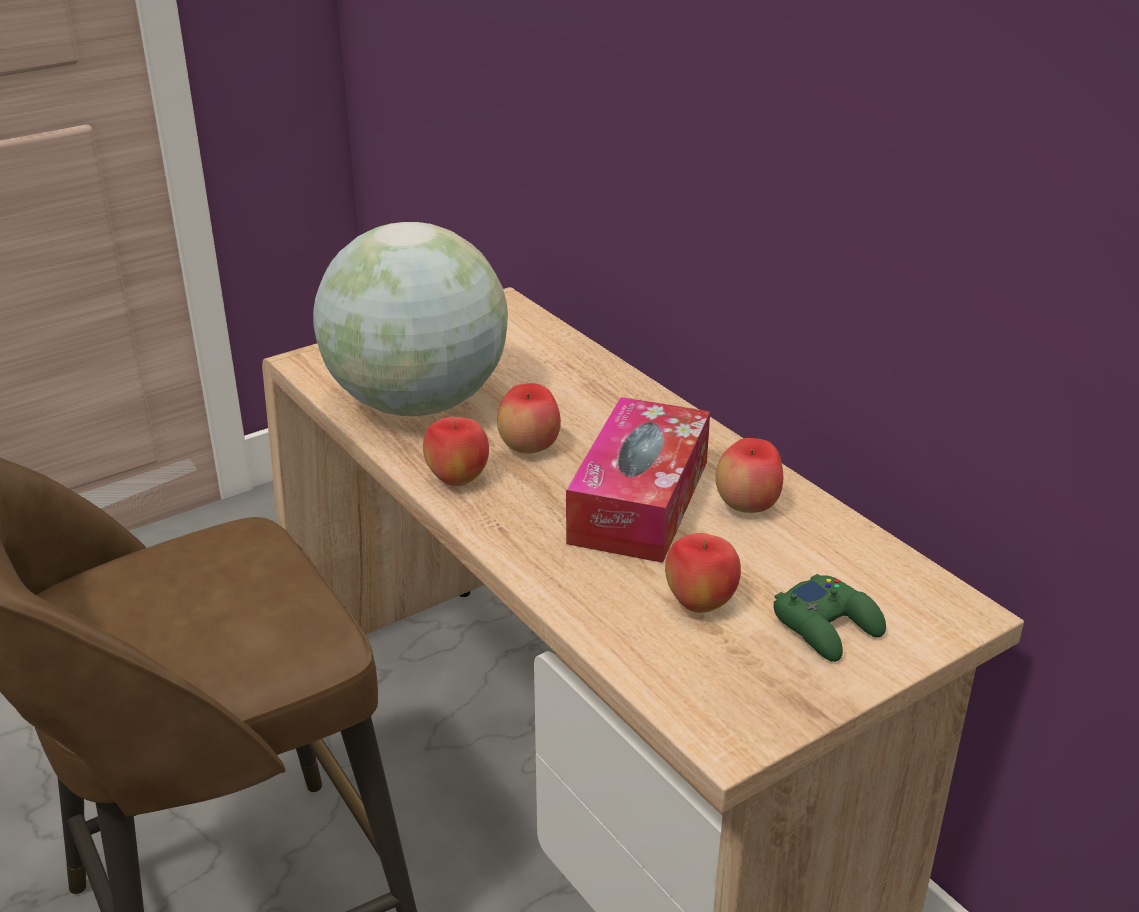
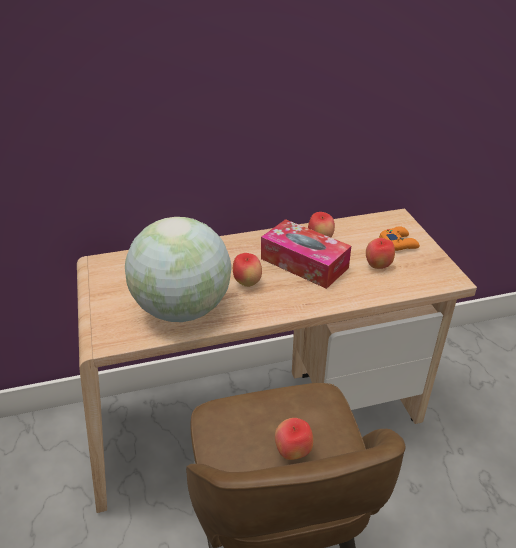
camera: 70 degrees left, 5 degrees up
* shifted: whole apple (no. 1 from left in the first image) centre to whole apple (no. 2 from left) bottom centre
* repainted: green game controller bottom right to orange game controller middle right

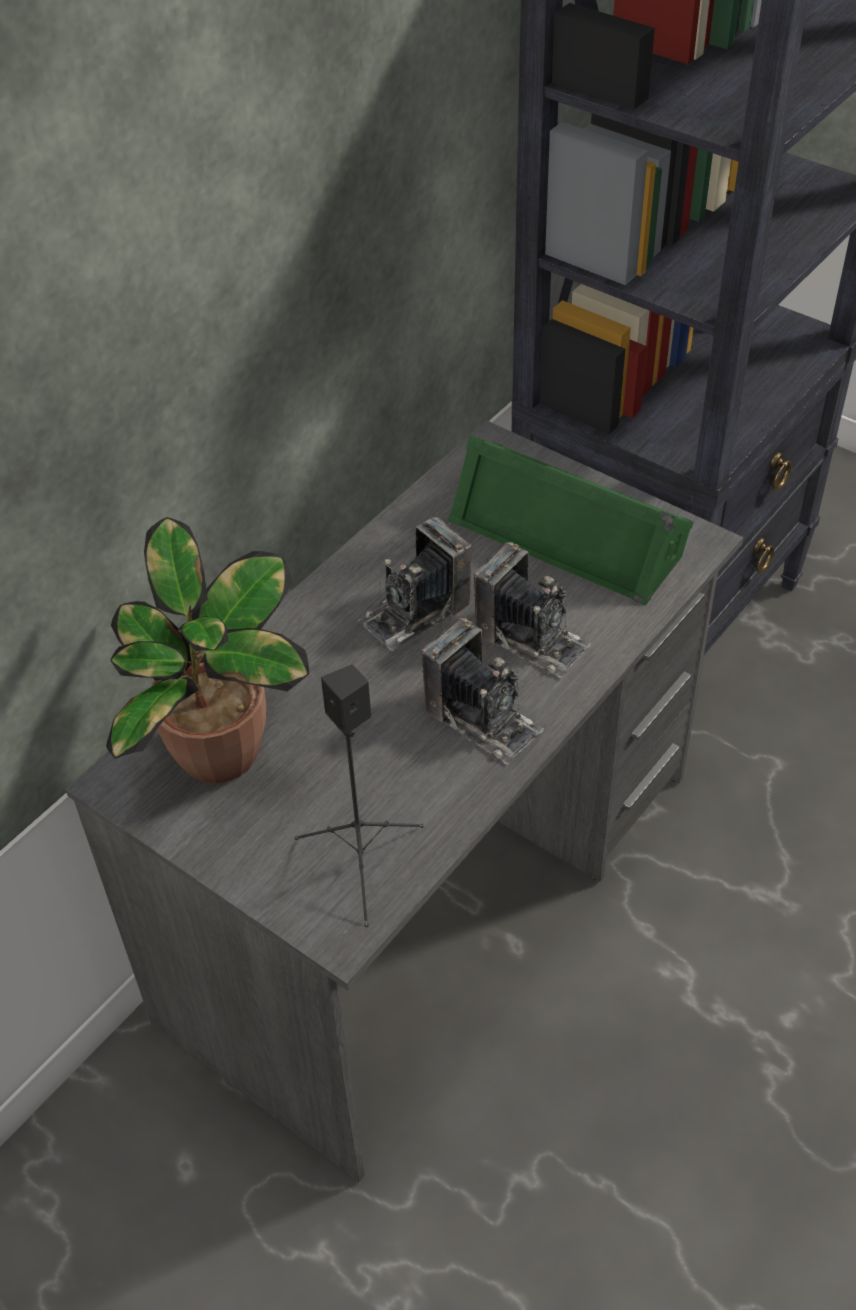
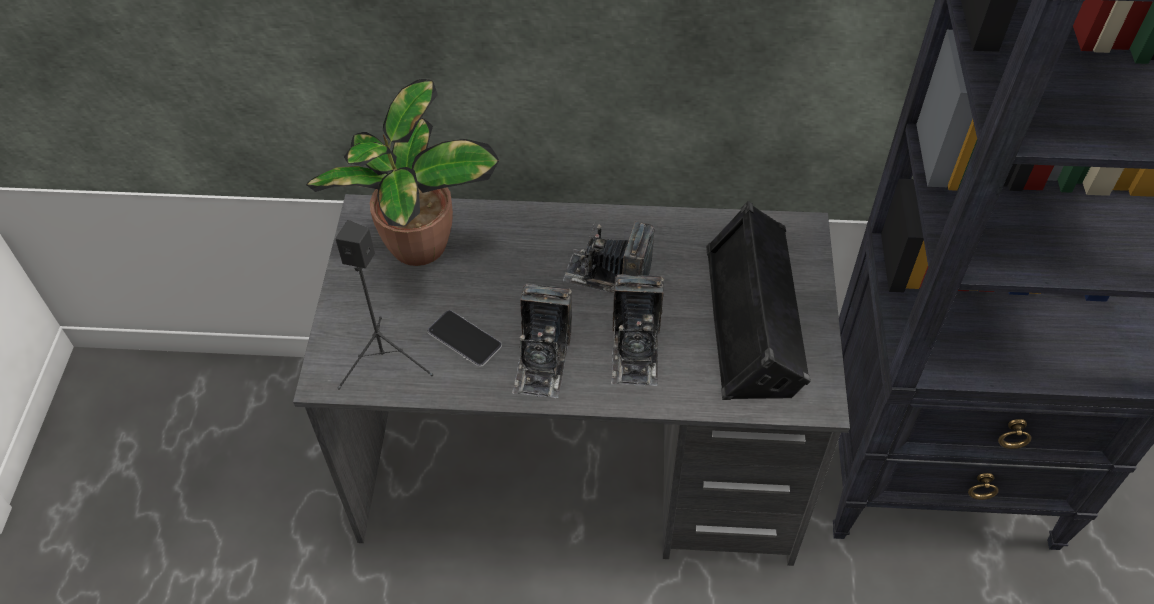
camera: 55 degrees right, 5 degrees up
* new: phone centre
* repainted: green loudspeaker middle right to black-coloured loudspeaker (no. 2 from left) centre

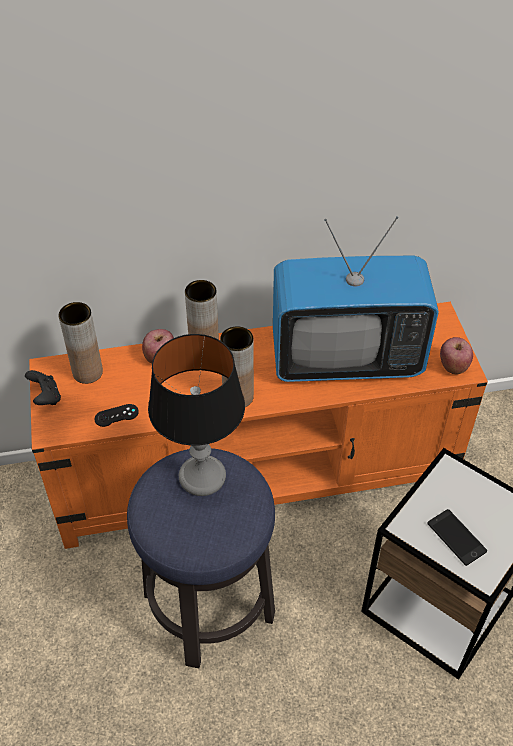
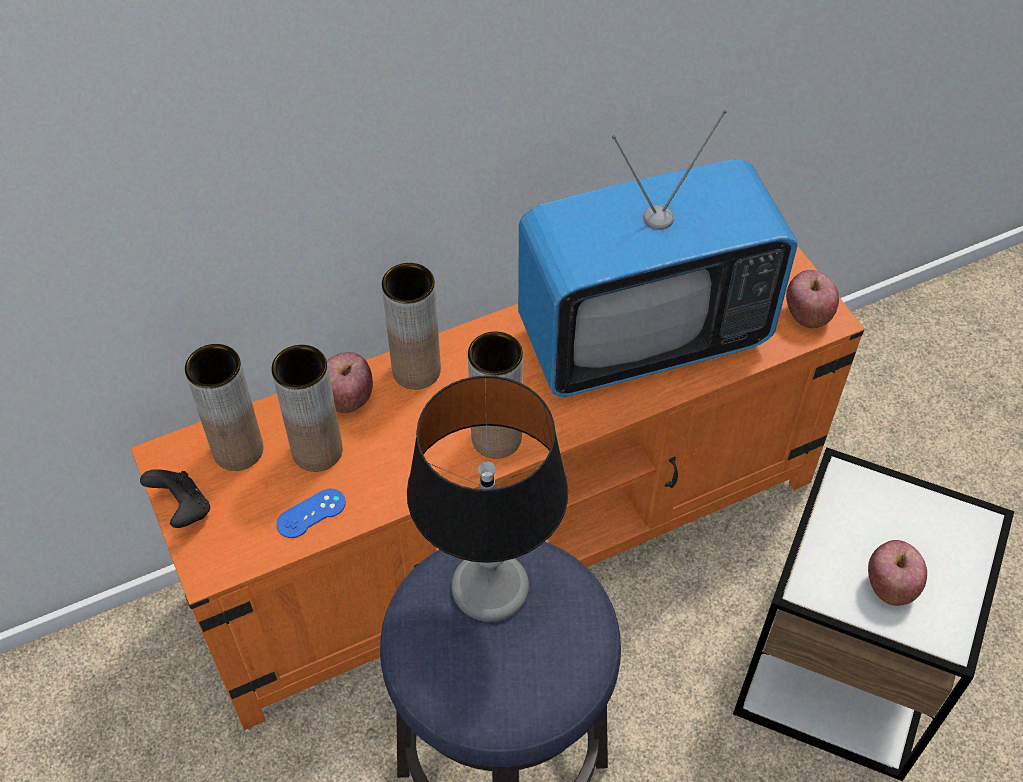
camera: 15 degrees left, 5 degrees up
* new: brownish decorative vase (no. 2 from left) middle left
* repainted: black-coloured game controller (no. 2 from left) middle left to bluish game controller middle left
* swapped: phone bottom right to whole apple (no. 3 from left) bottom right

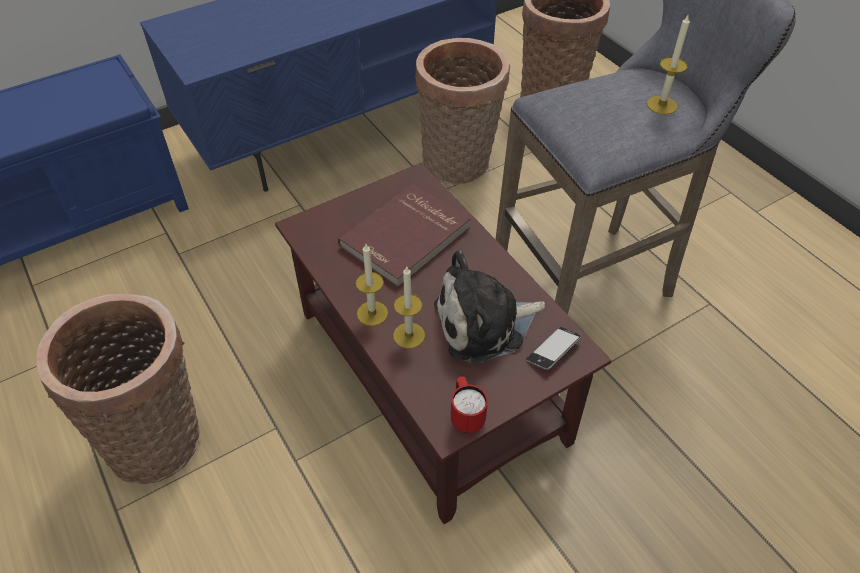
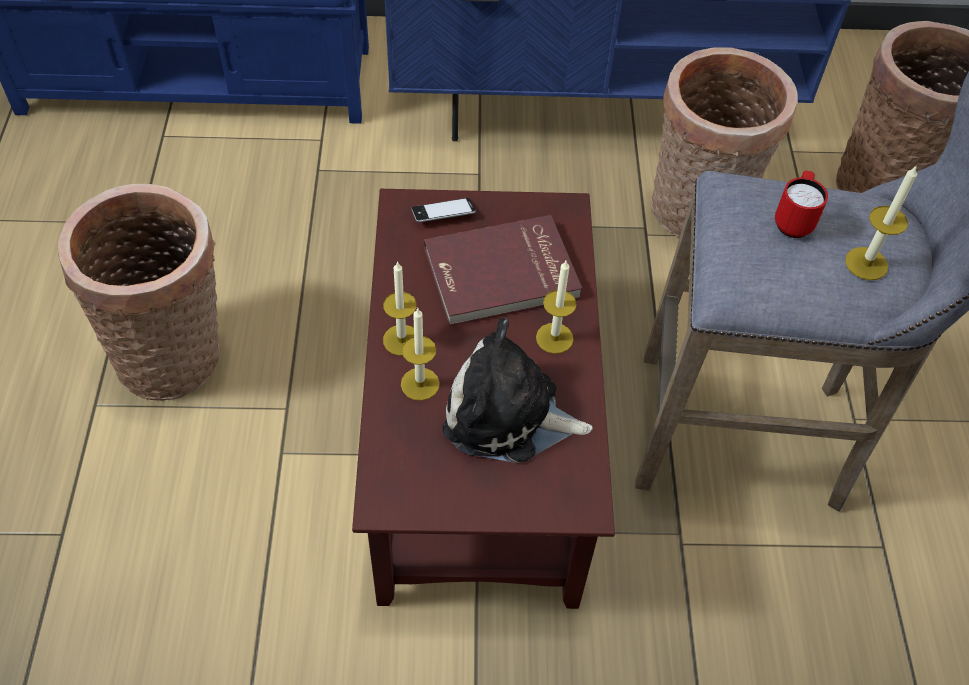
camera: 30 degrees right, 5 degrees up
* shifted: phone centre to top centre
* new: wax candle (no. 3 from left) centre
* shifted: red mug bottom centre to top right

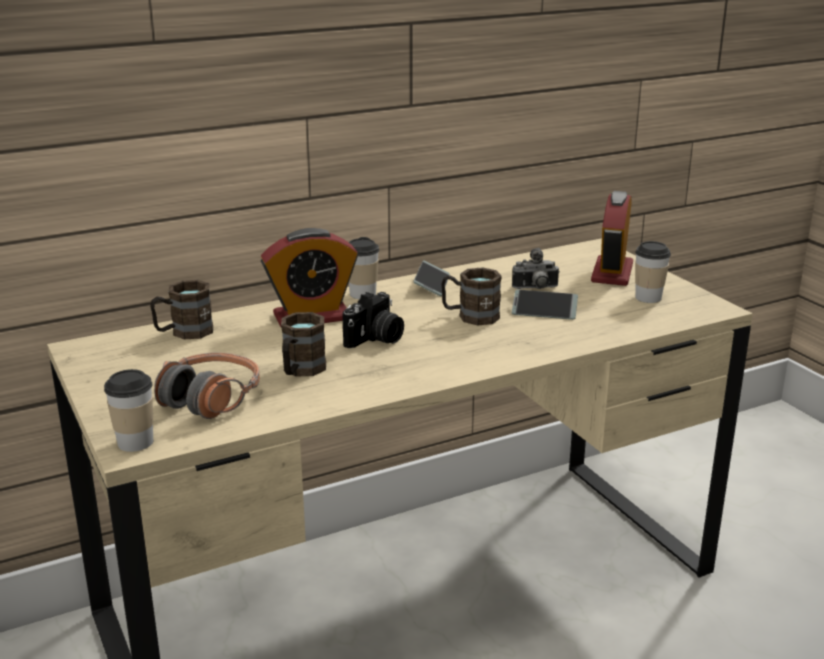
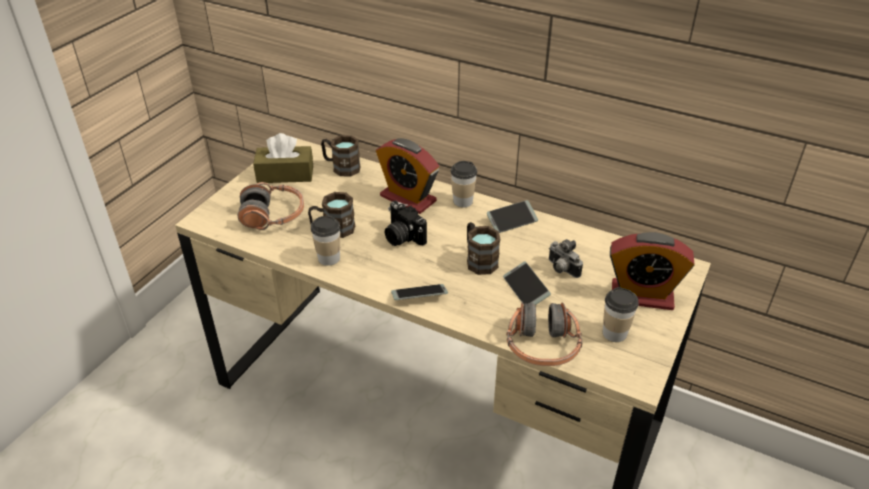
camera: 55 degrees right, 15 degrees up
* new: brownish tissue box top left
* shifted: small cup (no. 1 from left) middle left to centre
* rotated: photo camera (no. 1 from left) centre = centre 45 degrees clockwise
* new: phone (no. 1 from left) centre
* new: pair of headphones (no. 2 from left) bottom centre
* rotated: bedside clock (no. 2 from left) middle right = middle right 150 degrees counterclockwise

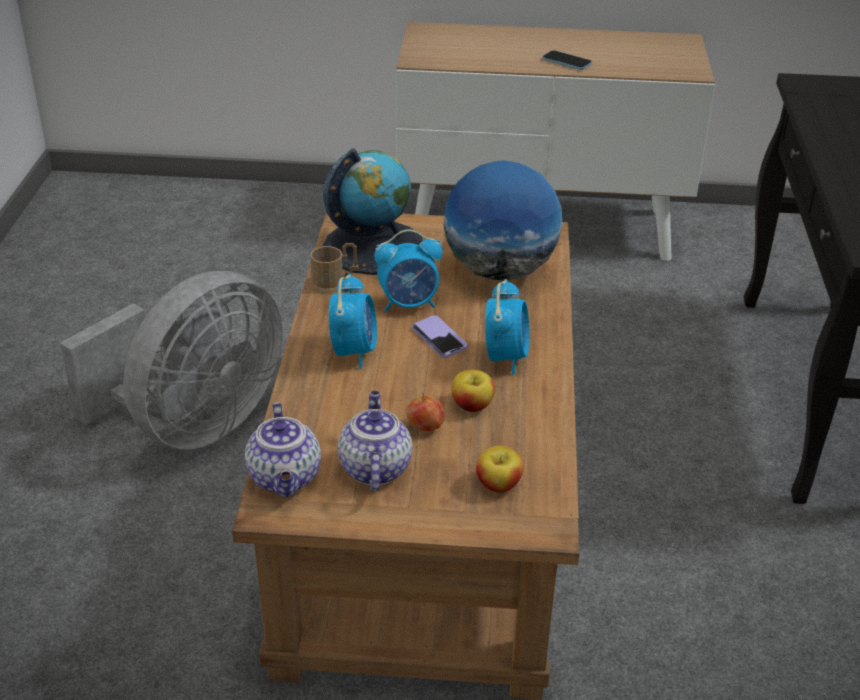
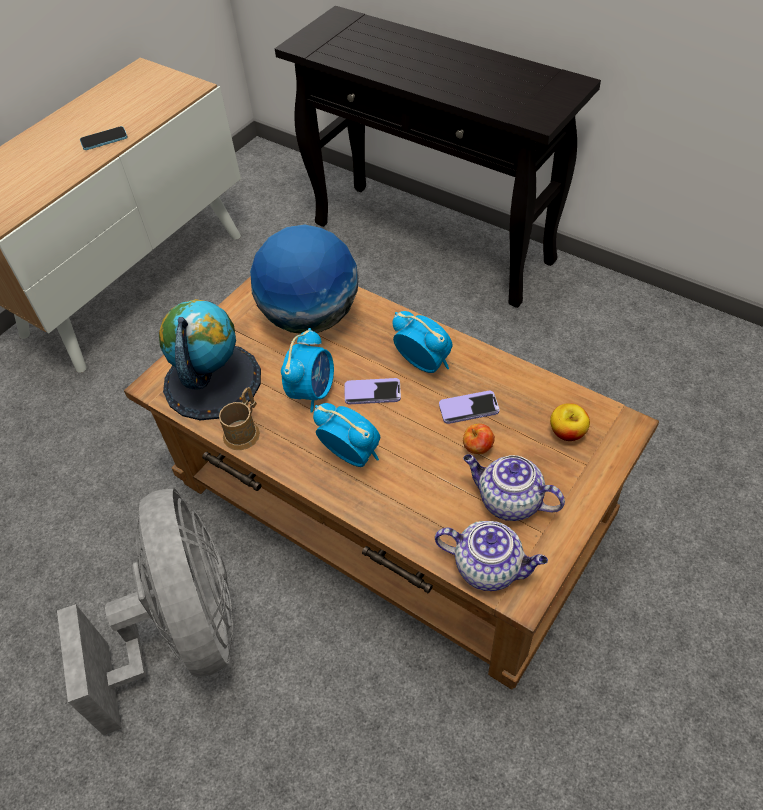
camera: 55 degrees left, 15 degrees up
* swapped: whole apple (no. 2 from left) centre to phone (no. 3 from left) centre

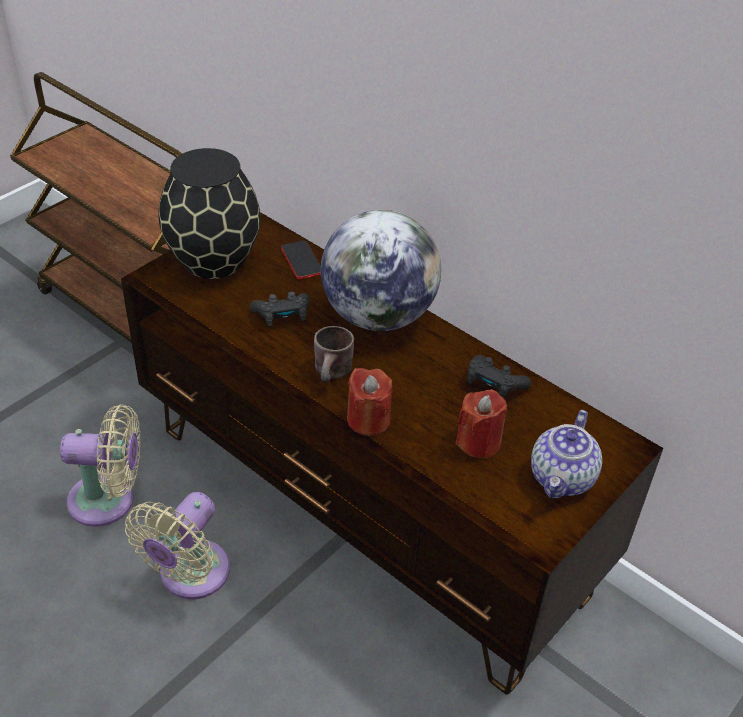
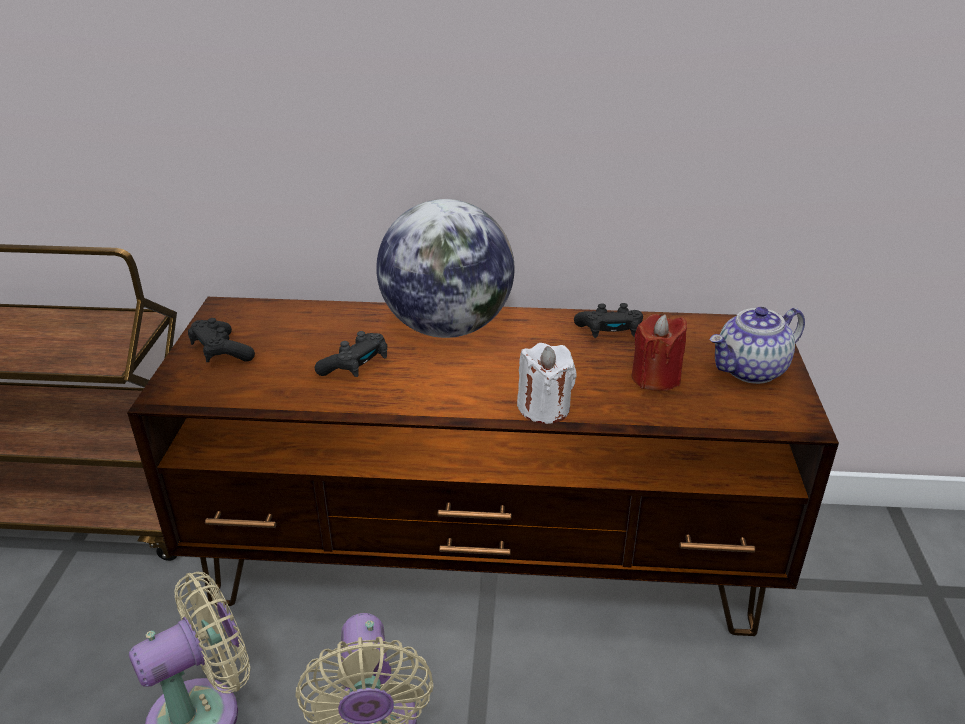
camera: 35 degrees left, 10 degrees down
* swapped: black-coloured decorative vase top left to black-coloured game controller (no. 1 from left) middle left
* repainted: red wax candle (no. 1 from left) centre to whitish wax candle centre
* rotated: pot for tea middle right = middle right 75 degrees clockwise
* gone: phone centre
* gone: brownish mug centre

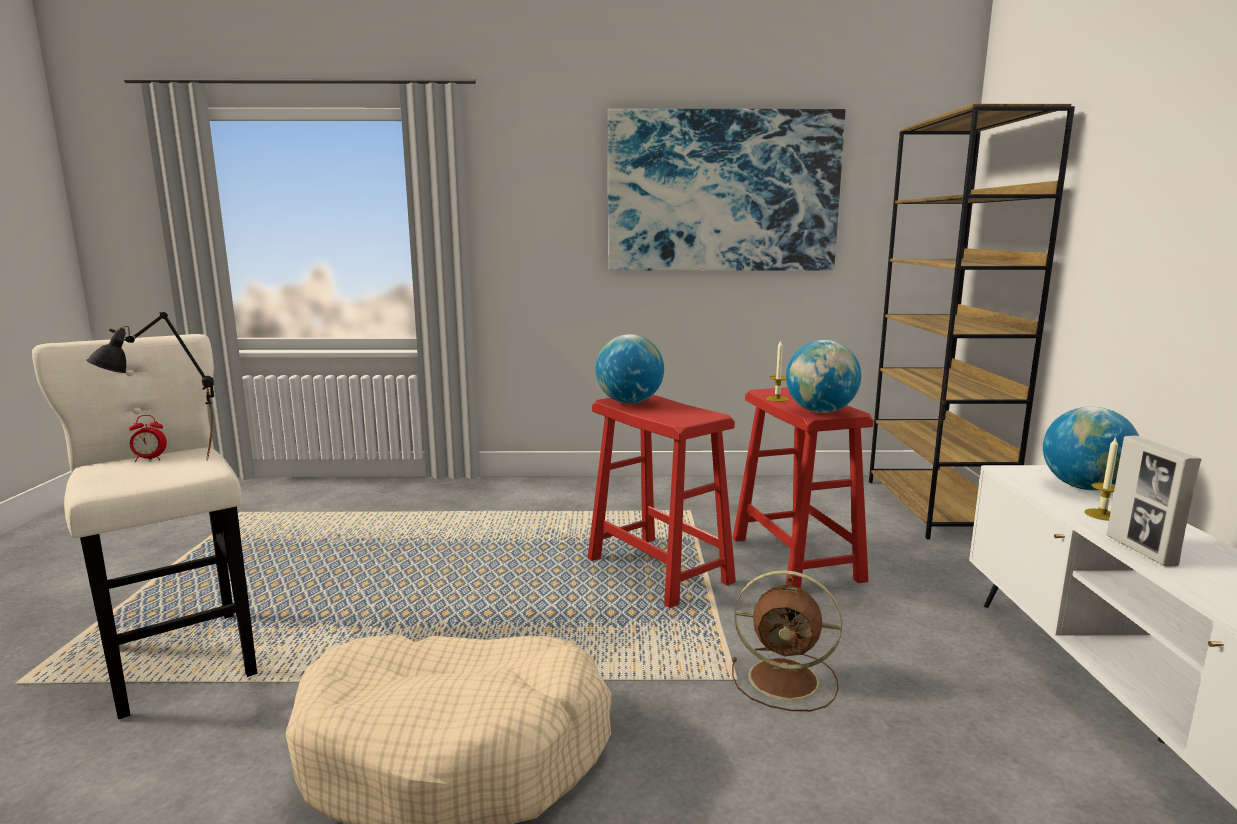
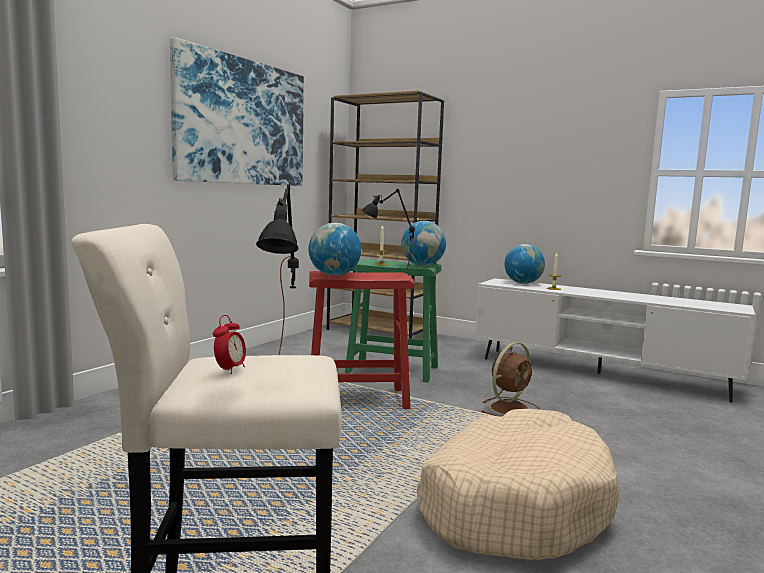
camera: 60 degrees left, 5 degrees down
* repainted: red stool seat (no. 2 from left) centre to green stool seat centre
* new: black-coloured lamp for a table (no. 2 from left) centre
* gone: picture frame middle right

